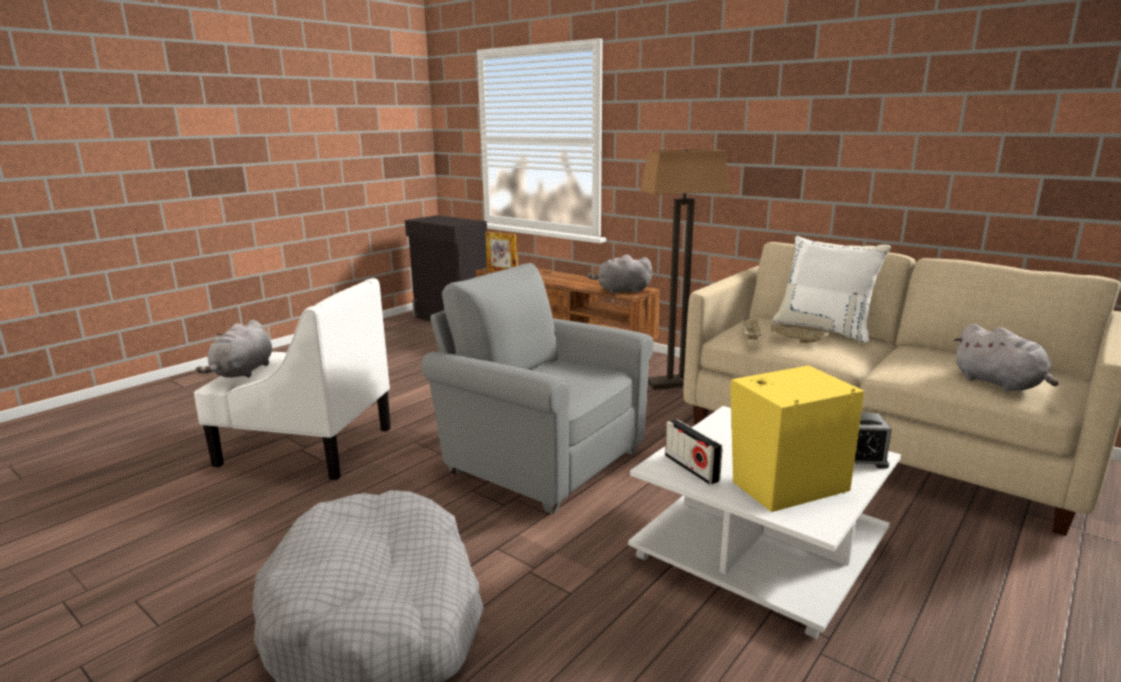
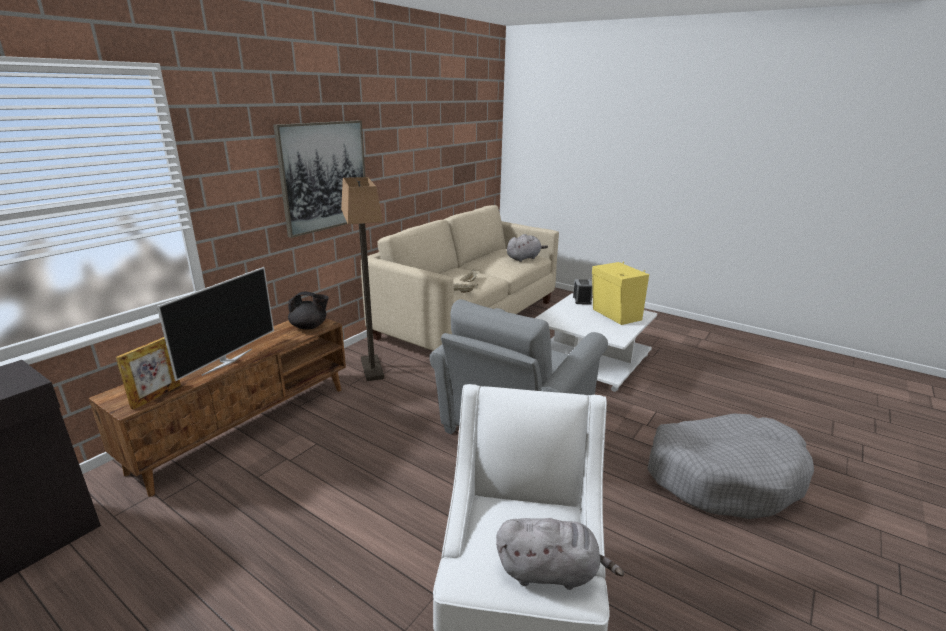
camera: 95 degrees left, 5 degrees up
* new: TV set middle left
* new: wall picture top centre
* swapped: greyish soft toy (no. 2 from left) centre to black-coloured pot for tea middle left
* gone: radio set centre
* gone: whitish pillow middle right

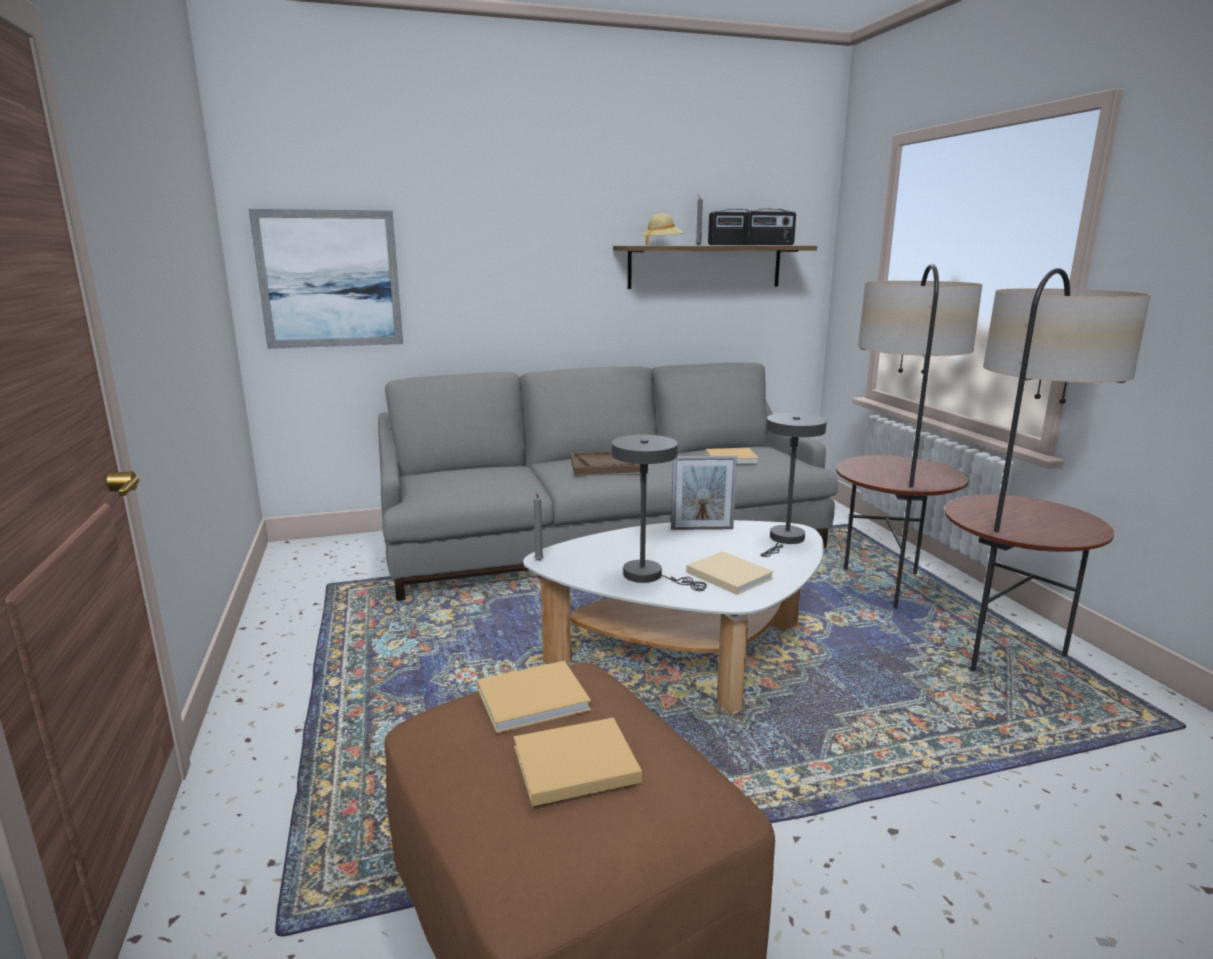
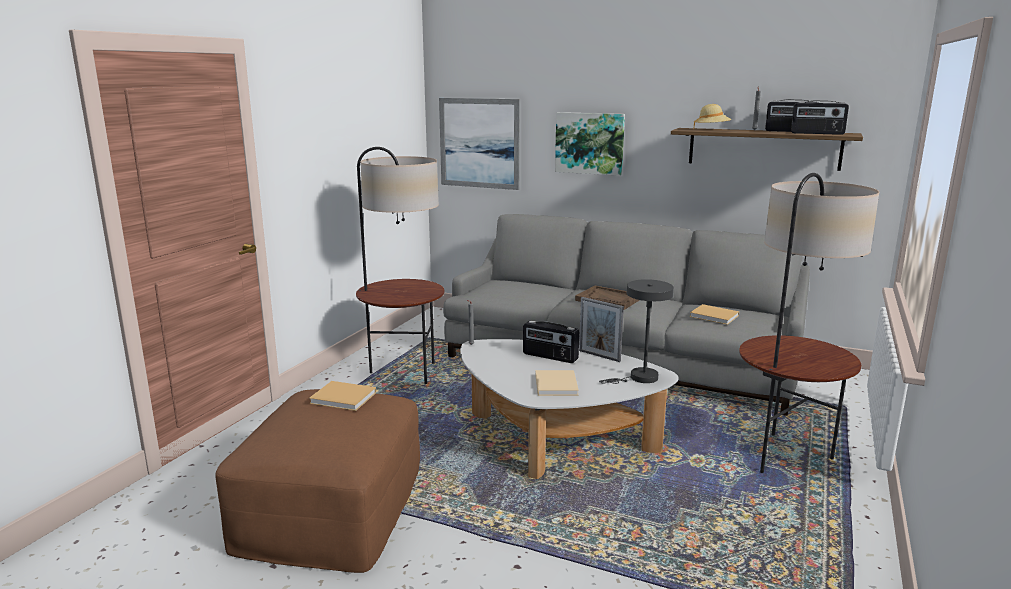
camera: 40 degrees right, 0 degrees up
* shifted: standing lamp (no. 2 from left in the first image) middle right to standing lamp (no. 1 from left) centre
* new: radio set (no. 1 from left) centre
* new: wall picture (no. 2 from left) top centre
* gone: sand-coloured book (no. 2 from left) bottom centre
* gone: greyish lamp for a table (no. 1 from left) centre

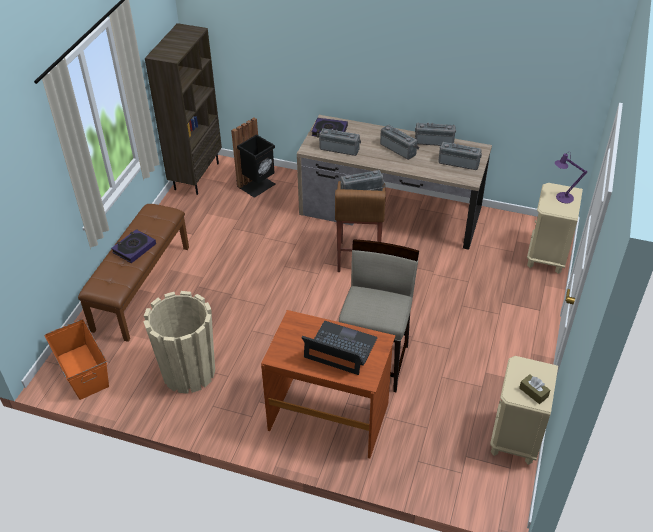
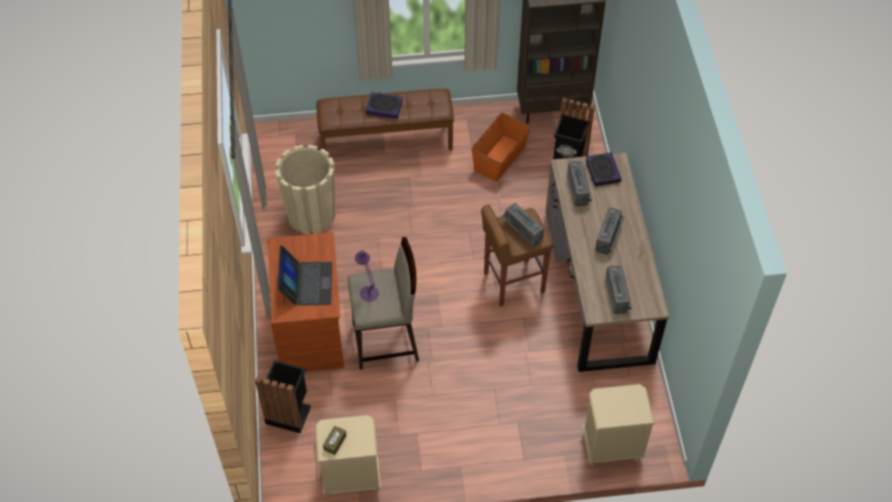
camera: 65 degrees right, 10 degrees up
* new: black-coloured rubbish bin (no. 1 from left) bottom left
* shifted: purple lamp for a table top right to centre
* shifted: orange storage container bottom left to top centre
* gone: radio set (no. 4 from left) top centre

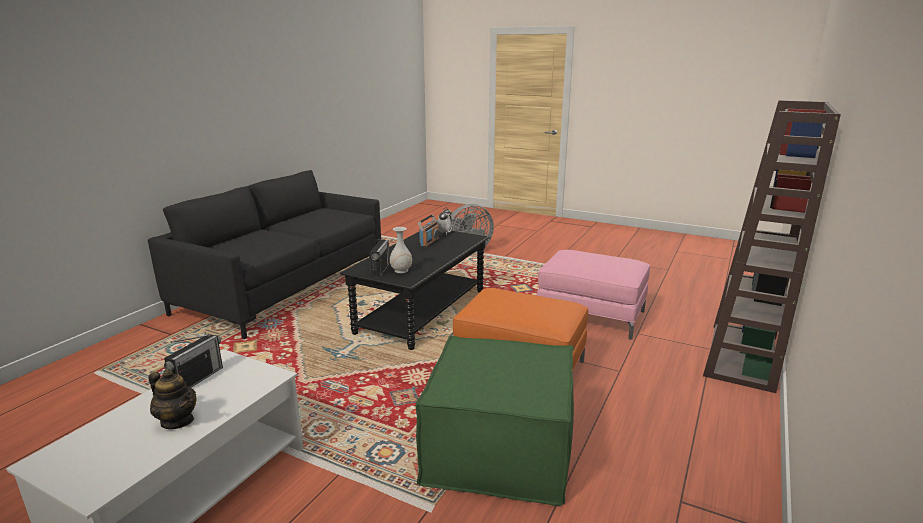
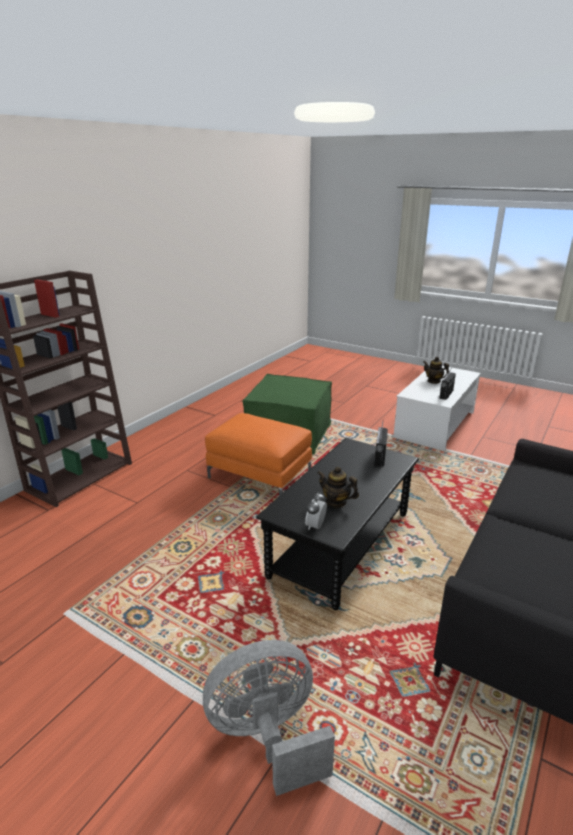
camera: 175 degrees left, 5 degrees up
* swapped: radio set (no. 3 from left) centre to pot for tea (no. 1 from left) centre
* gone: whitish decorative vase centre
* gone: pink-coloured footrest centre

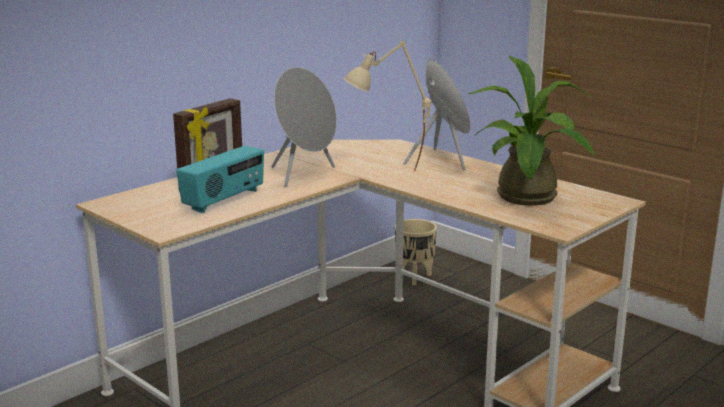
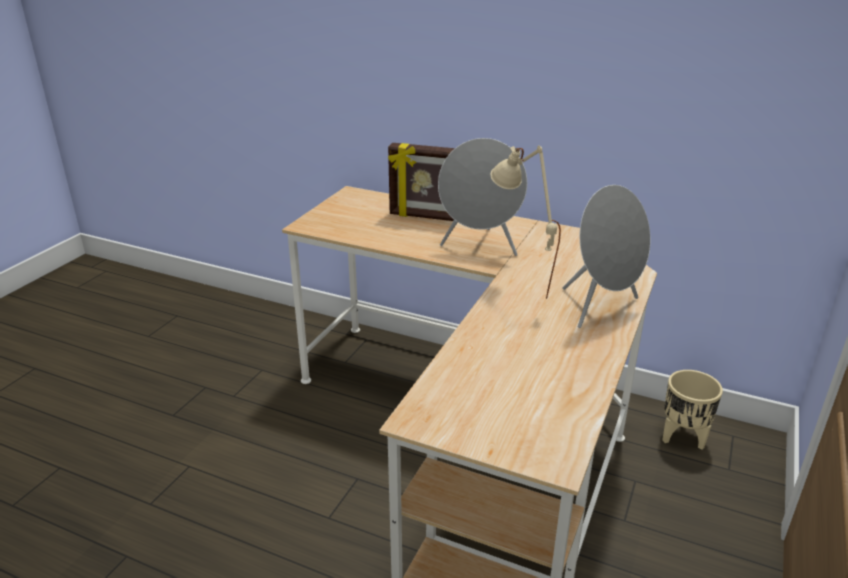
camera: 70 degrees right, 10 degrees up
* gone: radio set middle left
* gone: plant in a pot top right

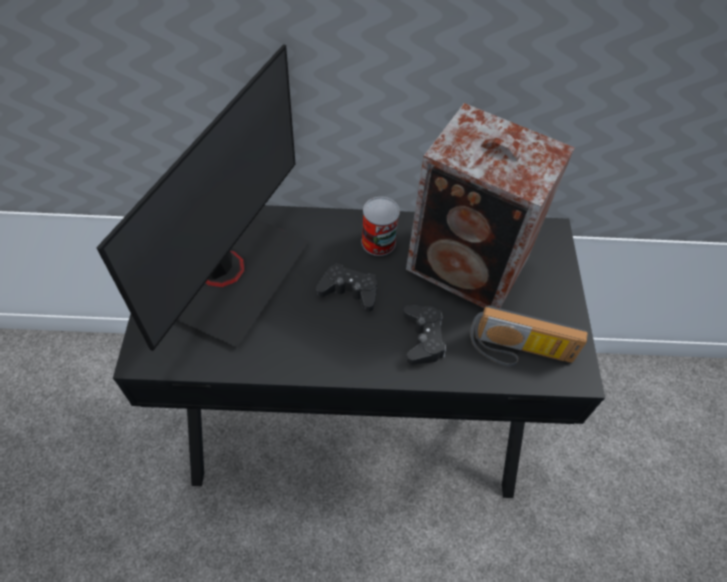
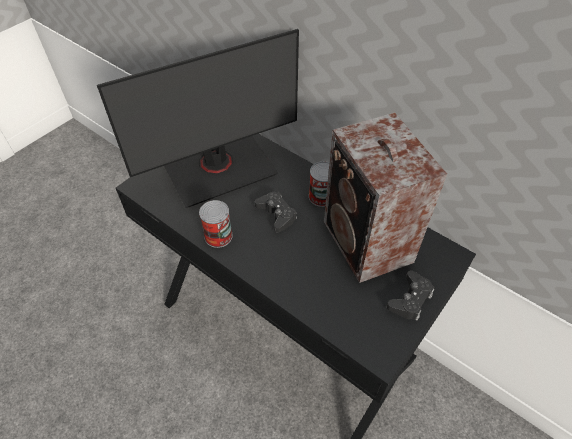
camera: 40 degrees right, 5 degrees down
* new: metal can (no. 1 from left) centre
* shifted: black-coloured game controller (no. 2 from left) centre to bottom right
* gone: radio set middle right

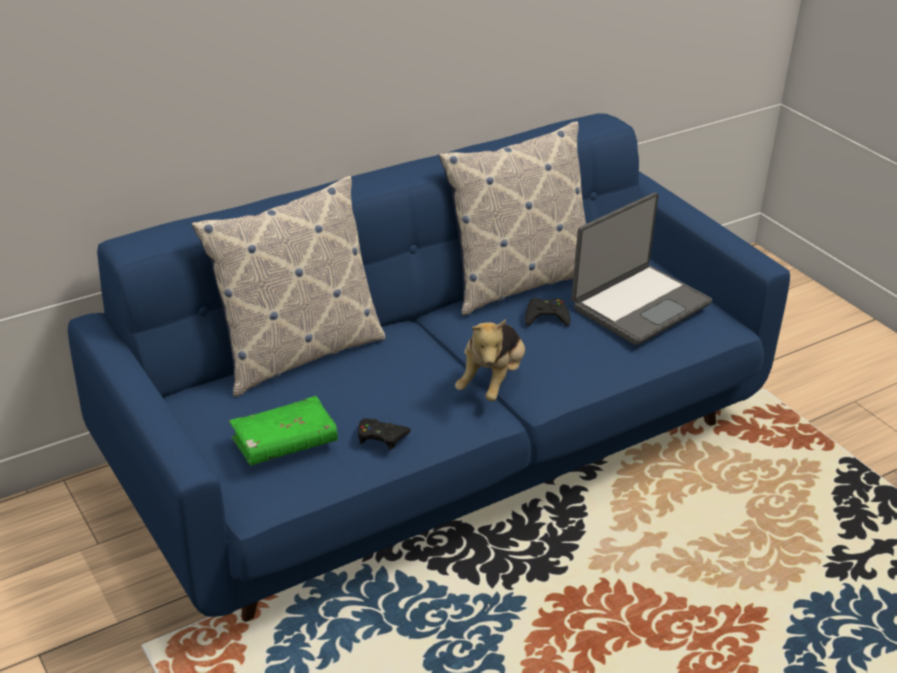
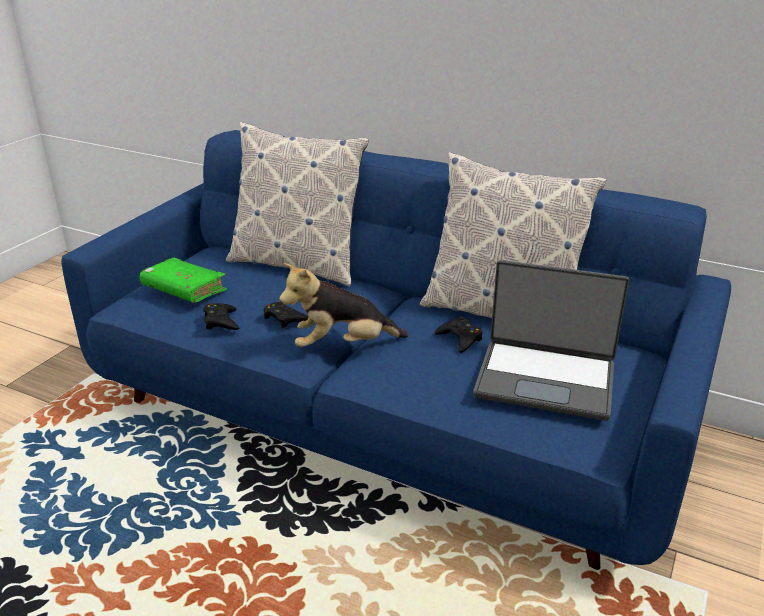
camera: 60 degrees right, 5 degrees down
* new: black-coloured game controller (no. 2 from left) centre

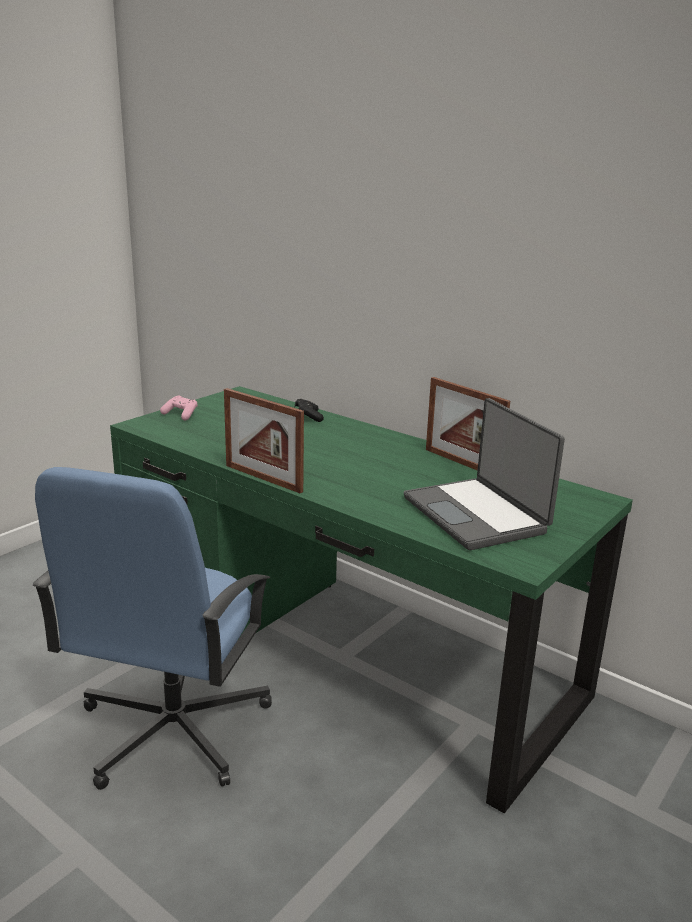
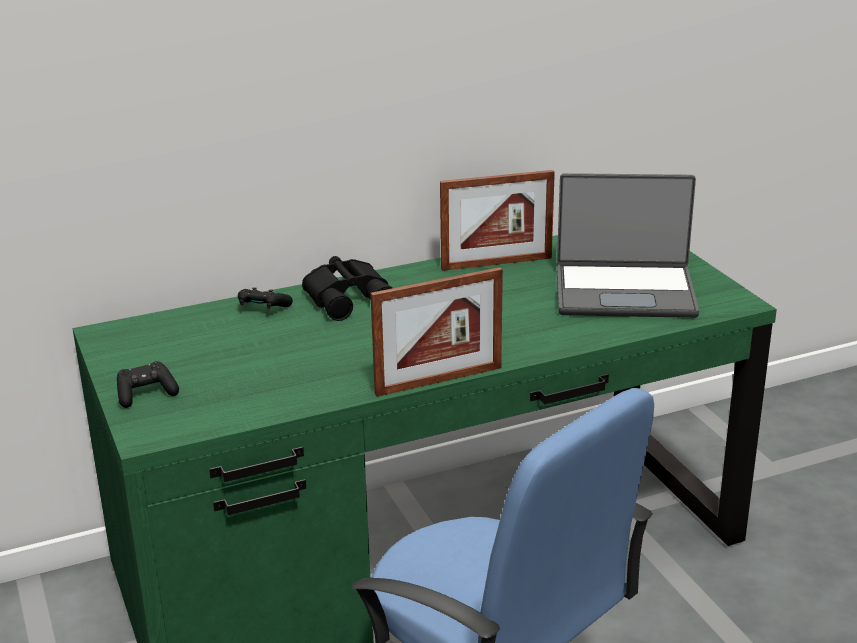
camera: 60 degrees left, 5 degrees up
* repainted: pink-coloured game controller middle left to black-coloured game controller (no. 1 from left) middle left
* new: black-coloured field glasses centre

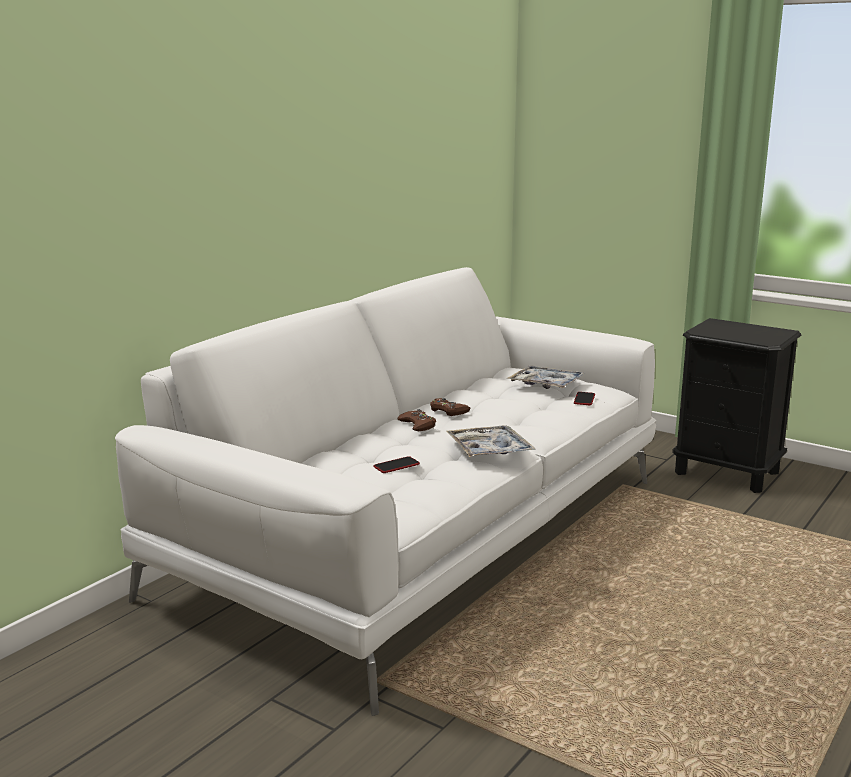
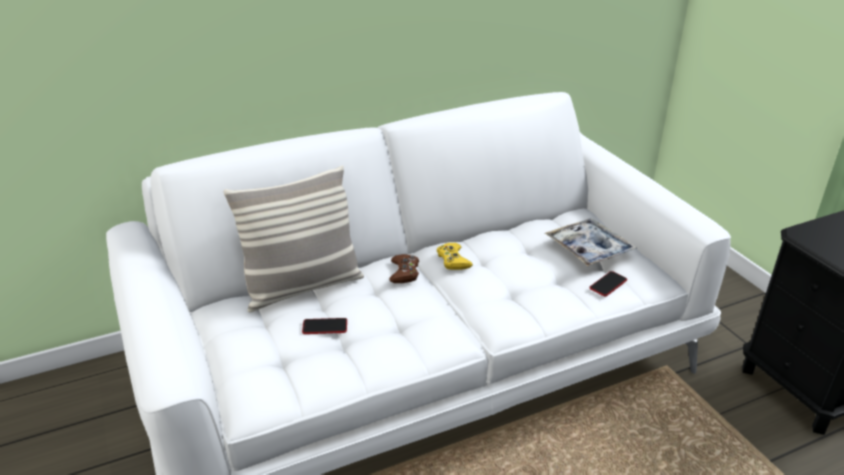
camera: 30 degrees right, 15 degrees up
* new: pillow centre
* repainted: brownish game controller (no. 2 from left) centre to yellow game controller centre
* gone: tray (no. 1 from left) centre

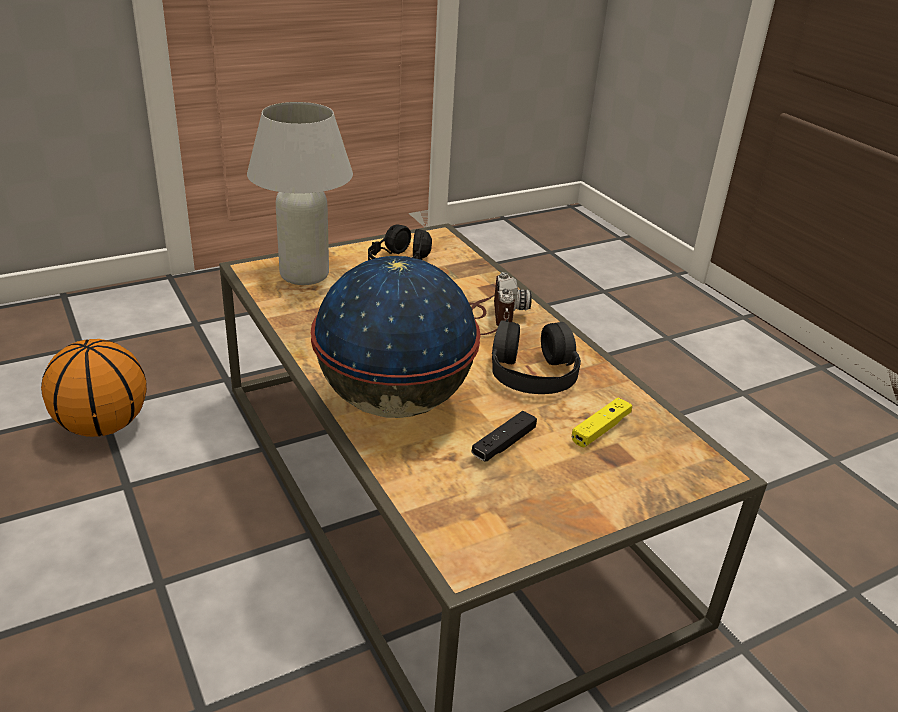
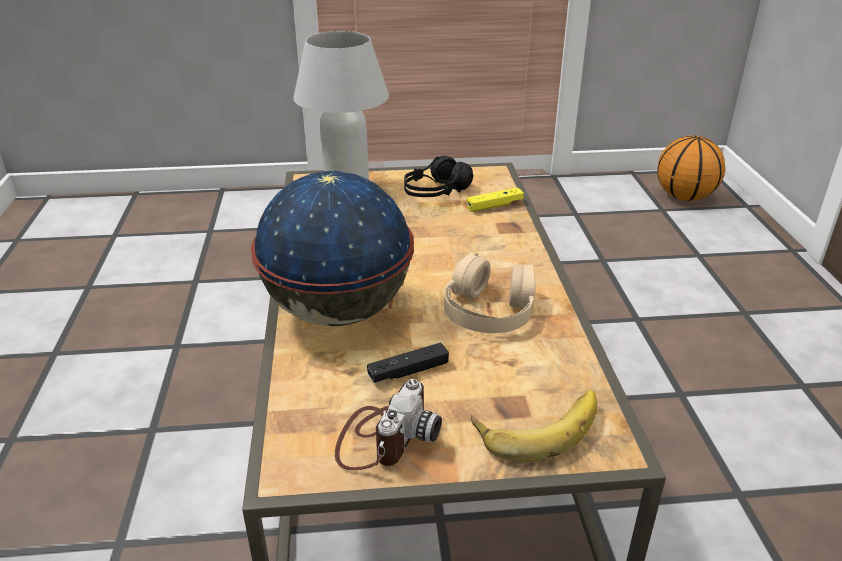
camera: 25 degrees right, 0 degrees up
* shifted: photo camera centre to bottom centre
* repainted: black-coloured pair of headphones (no. 2 from left) centre to sand-coloured pair of headphones centre
* shifted: yellow game controller middle right to centre
* new: banana bottom centre
* shifted: basketball ball middle left to top right

